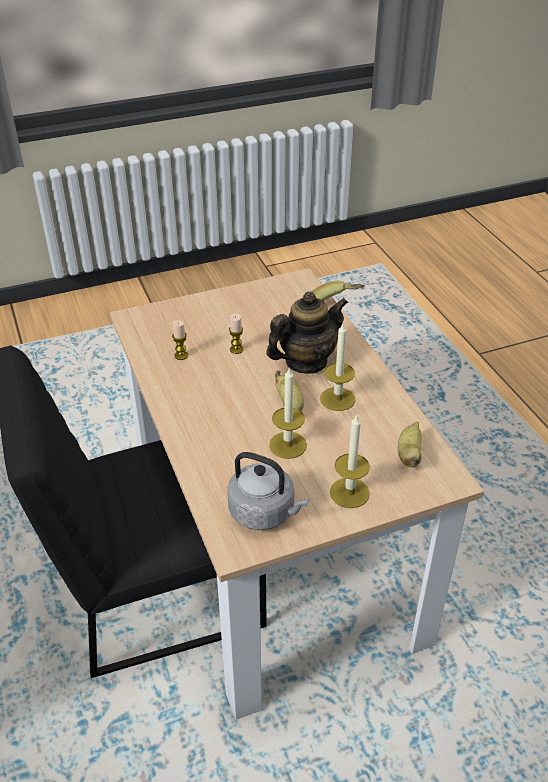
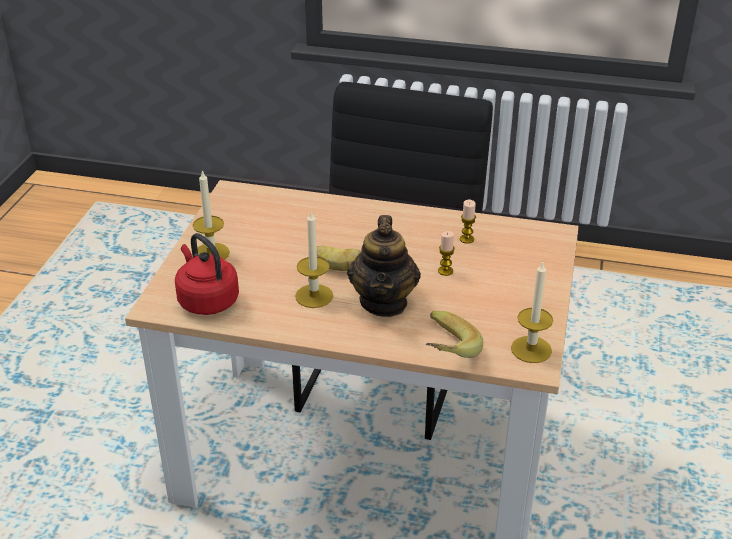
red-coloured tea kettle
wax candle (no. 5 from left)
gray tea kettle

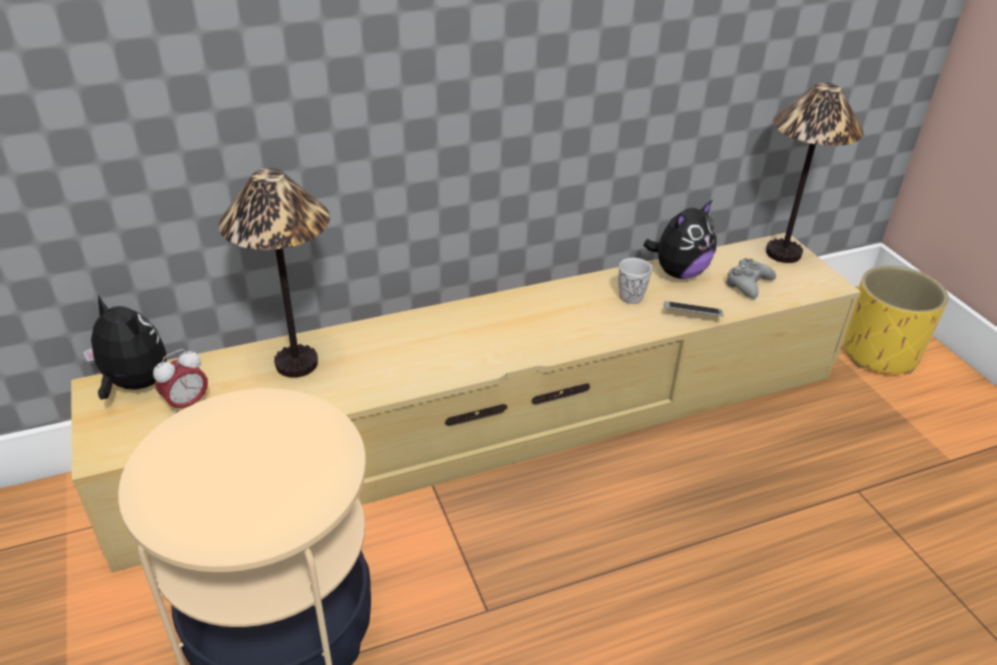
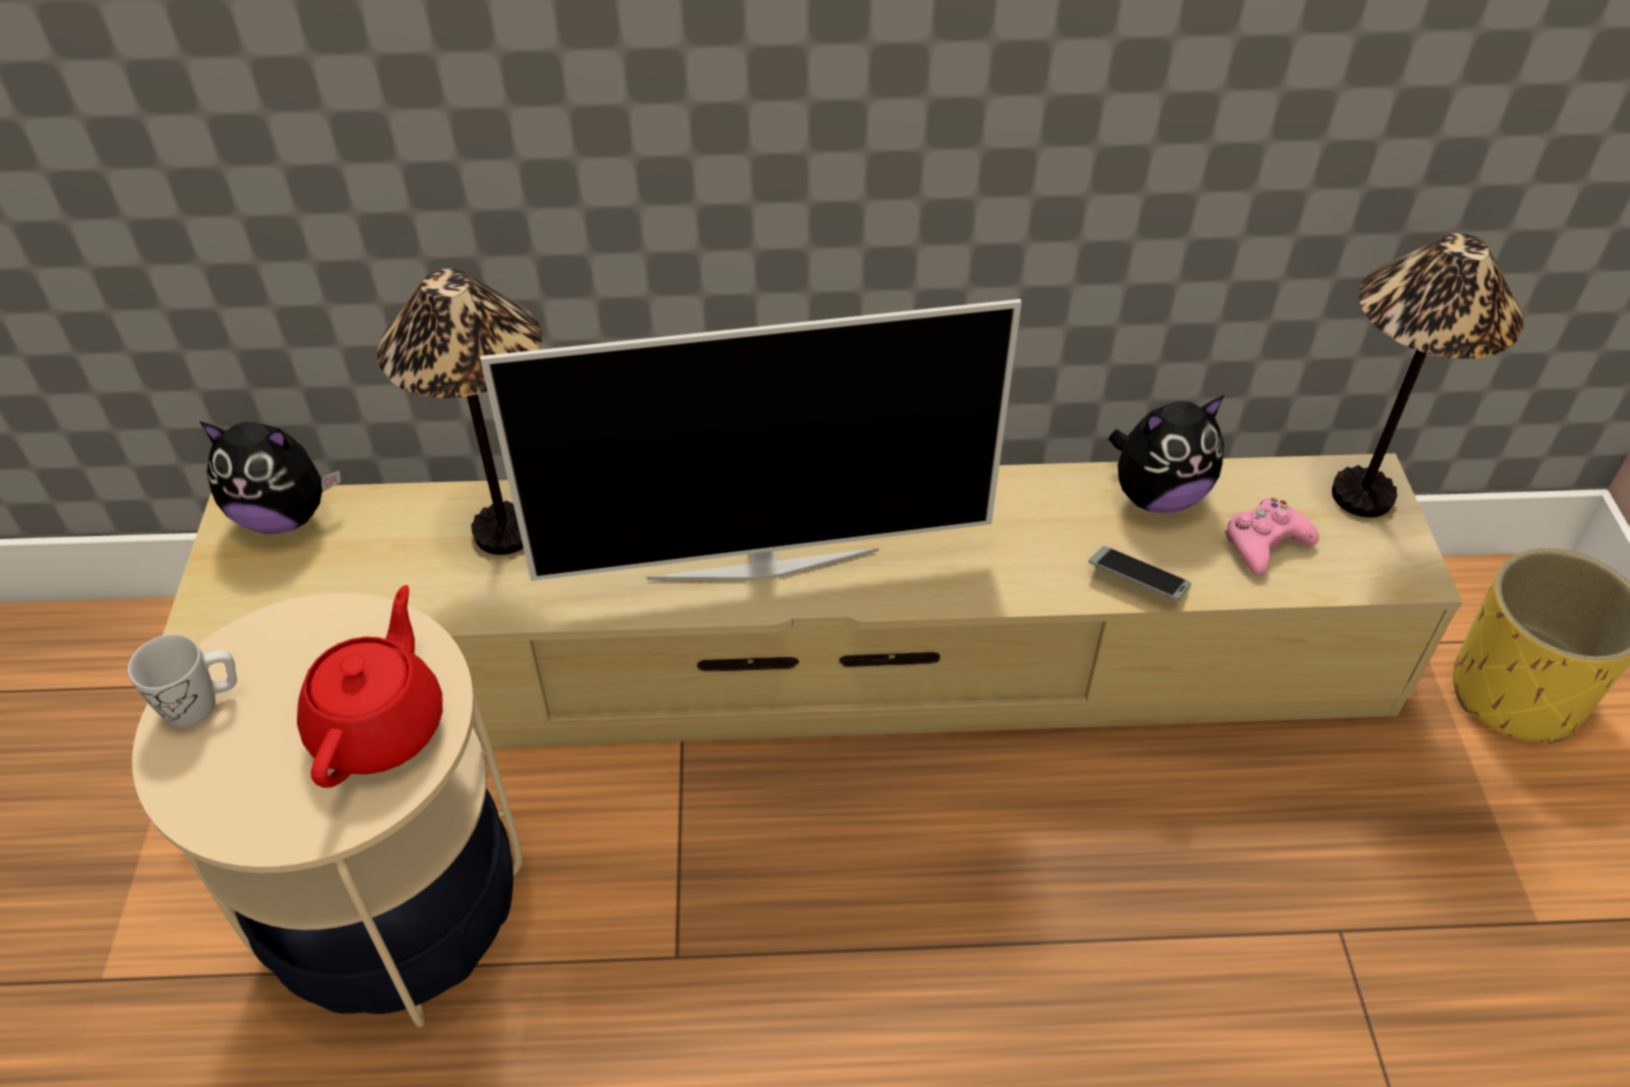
white-coloured coffee mug
soft toy (no. 1 from left)
red-coloured pot for tea
TV set
pink game controller
bedside clock

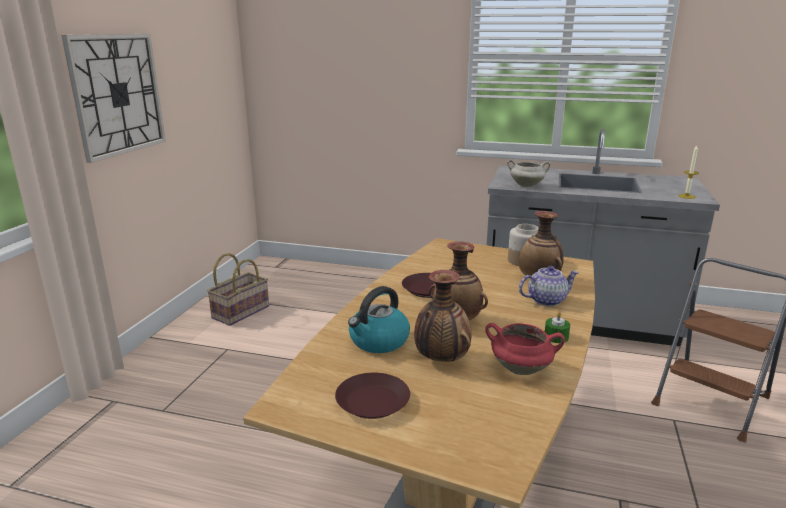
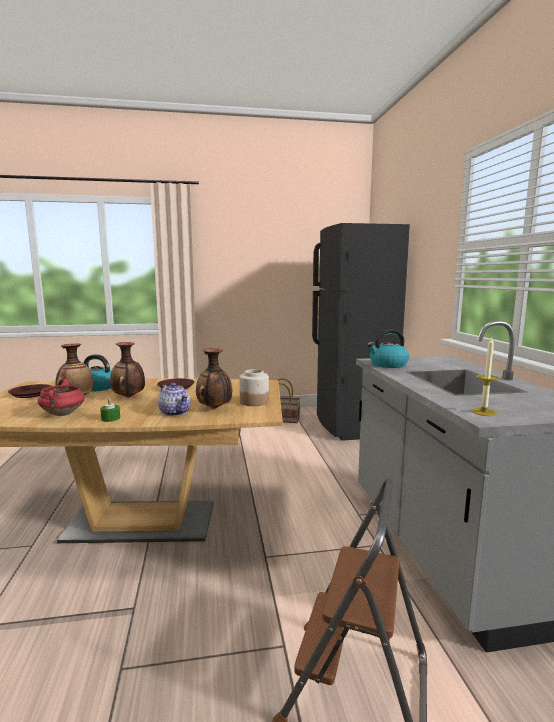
blackish kitchen fridge
tea kettle (no. 2 from left)
hanging clock

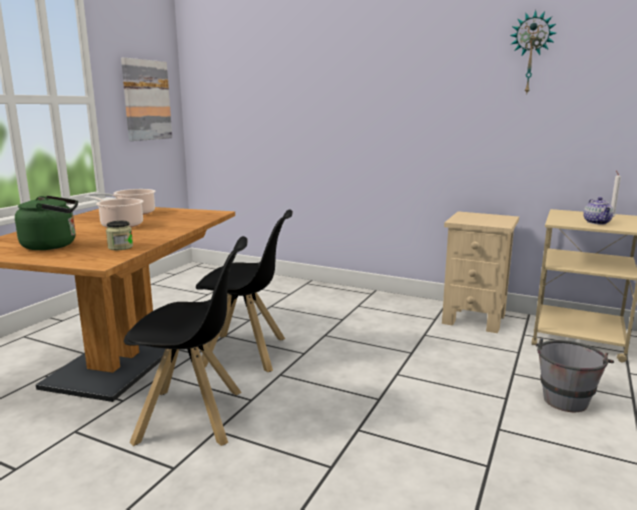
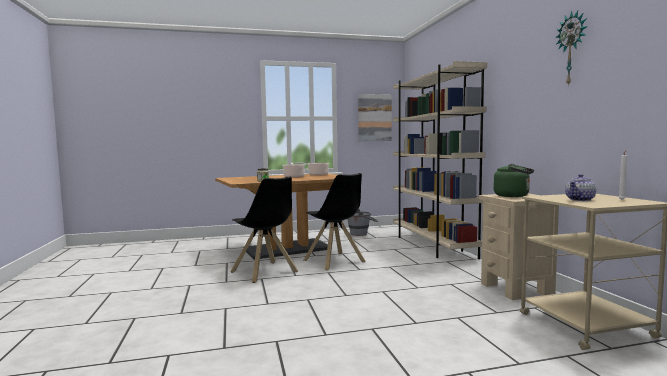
gray water bucket
sand-coloured shelving unit
green tea kettle

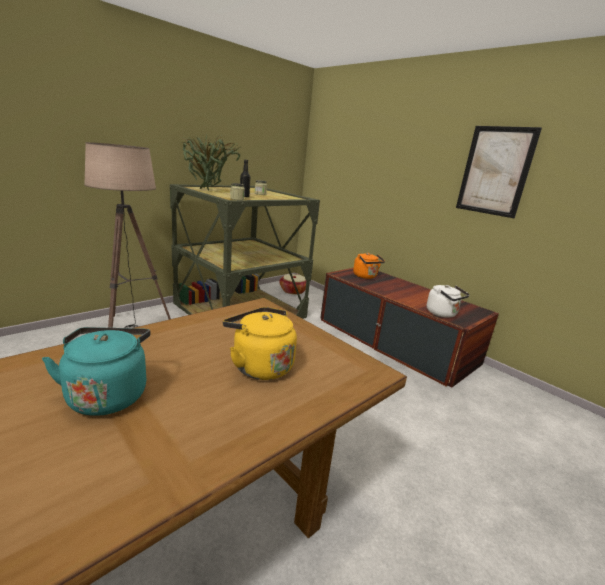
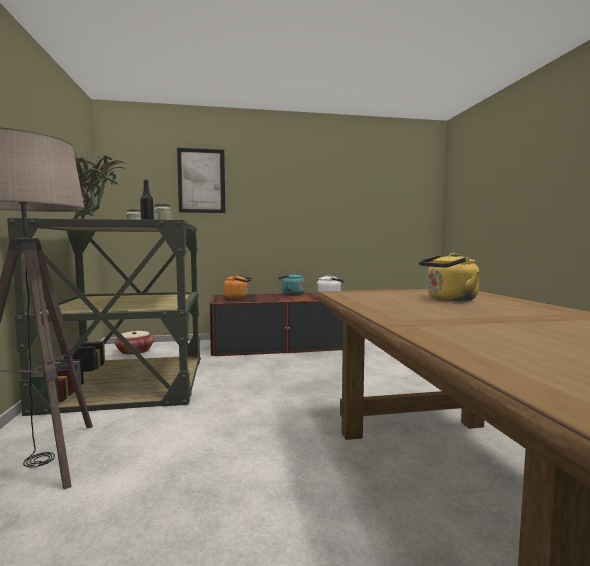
wall picture
blue-green tea kettle

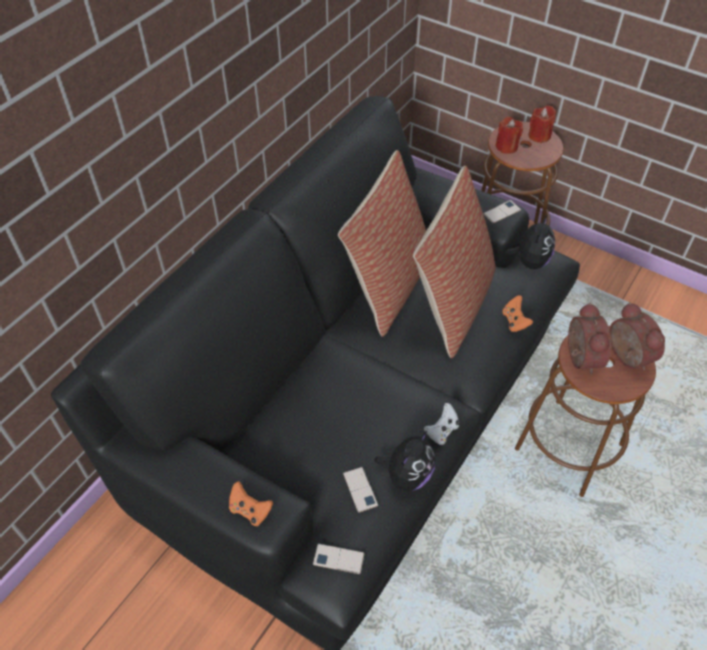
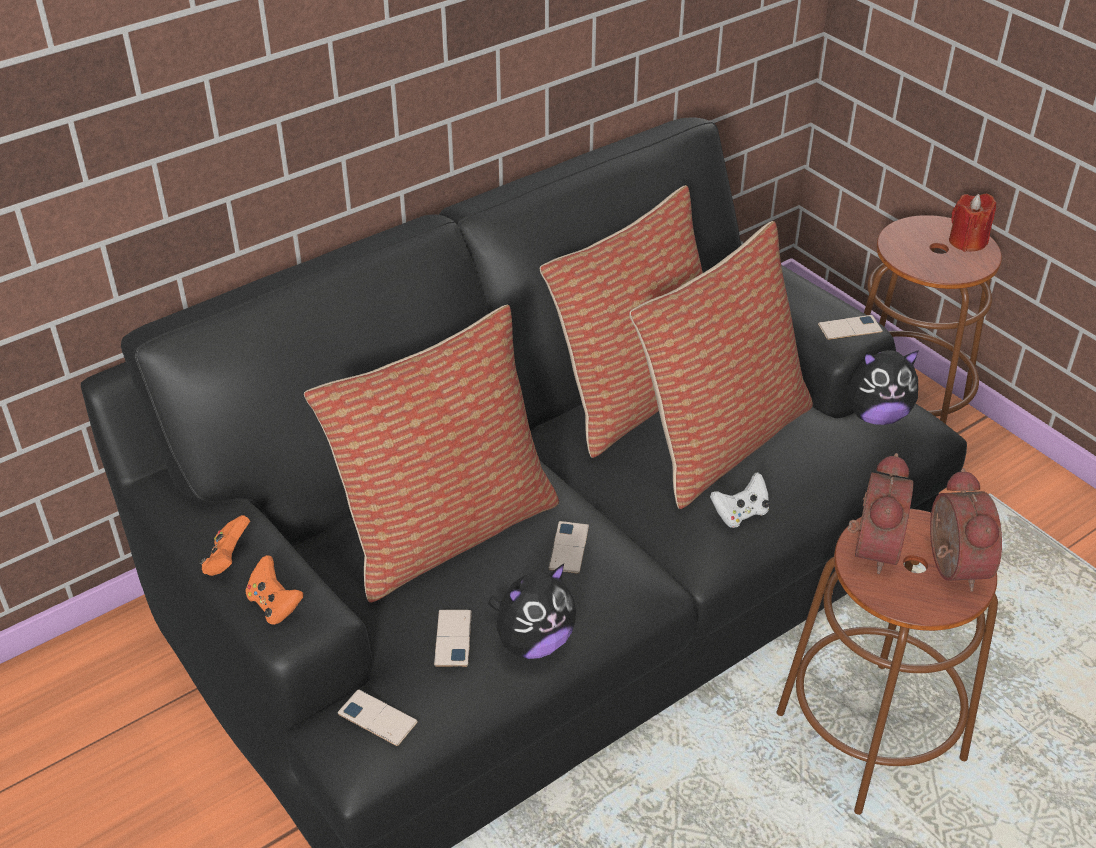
orange game controller (no. 1 from left)
cushion (no. 1 from left)
phone (no. 3 from left)
white-coloured game controller
soft toy (no. 2 from left)
red-coloured wax candle (no. 1 from left in the first image)

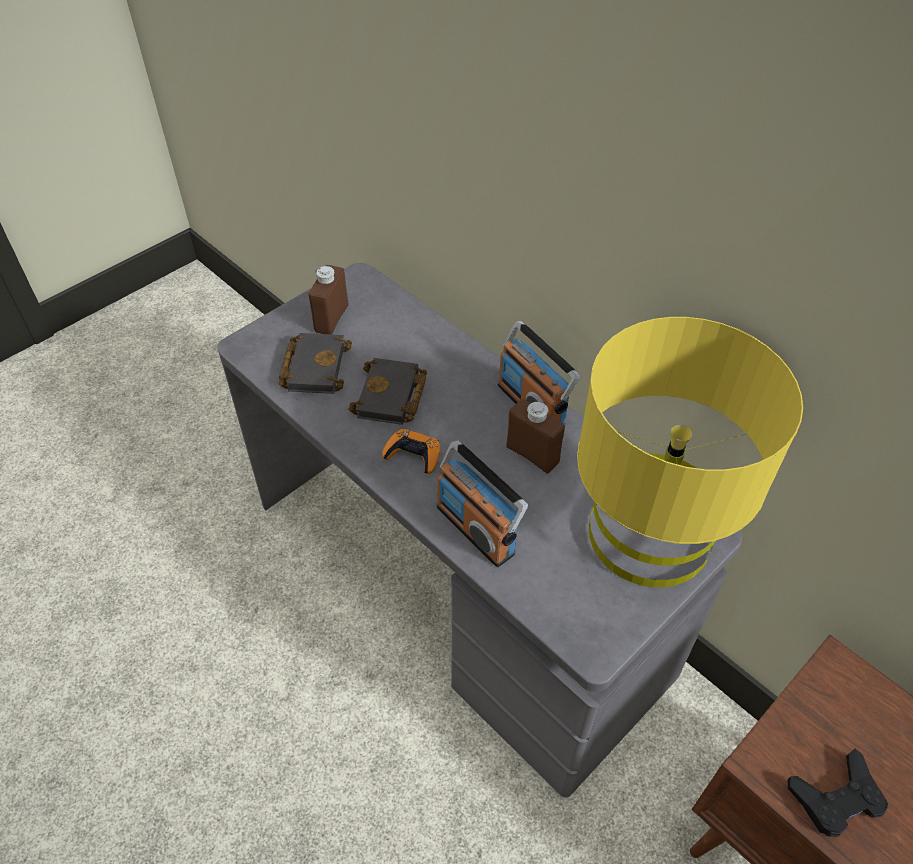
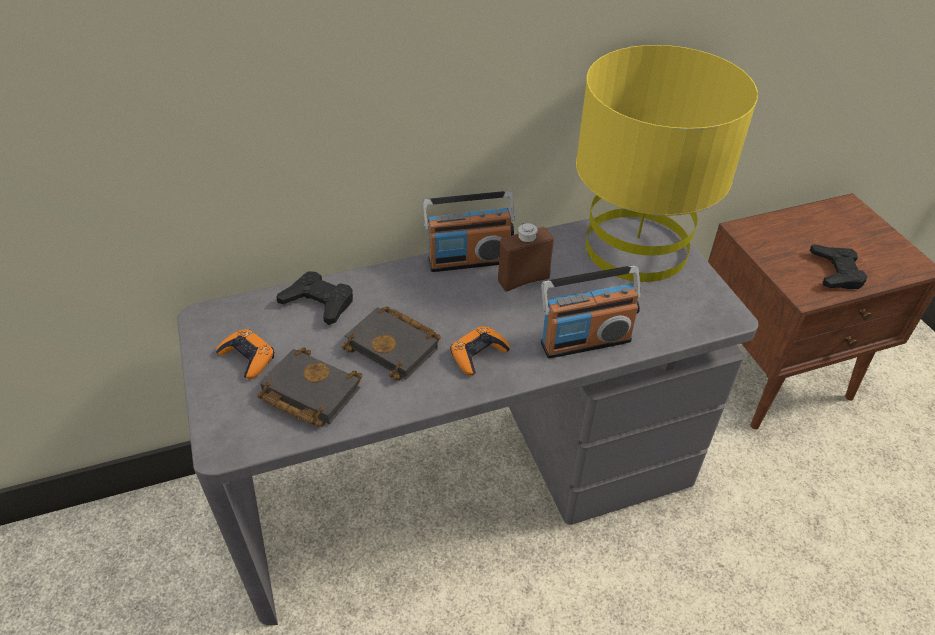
orange game controller (no. 1 from left)
blackish game controller (no. 1 from left)

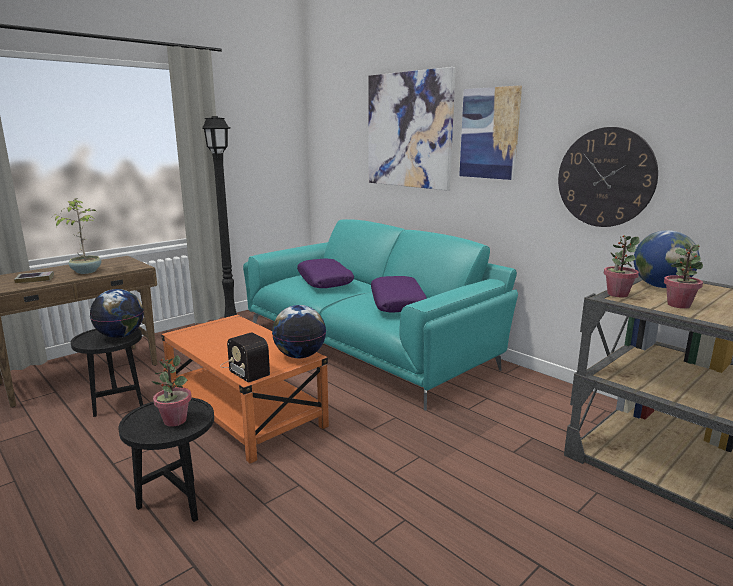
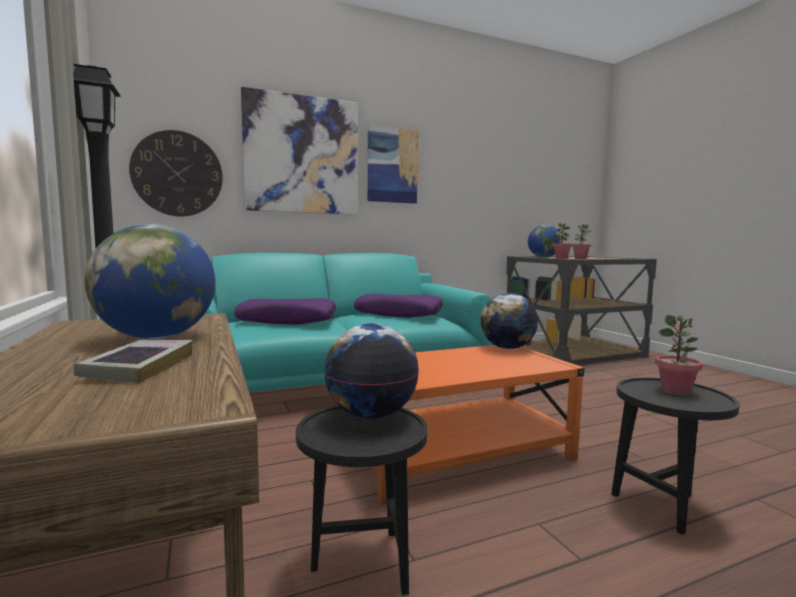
globe (no. 1 from left)
hanging clock
radio receiver

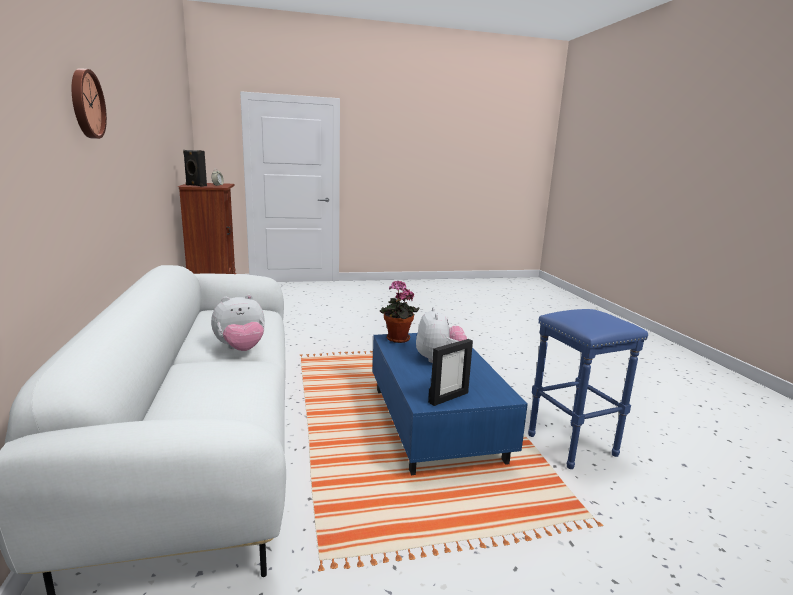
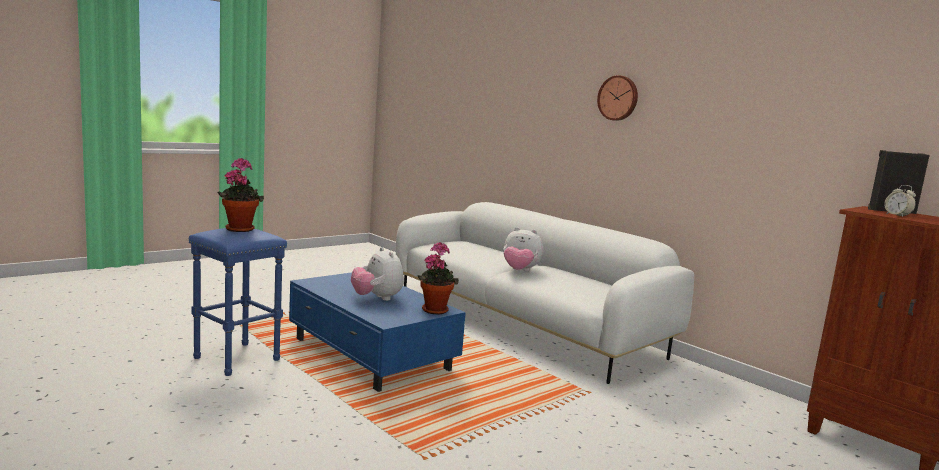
plant in a pot (no. 1 from left)
soft toy (no. 2 from left)
photo frame

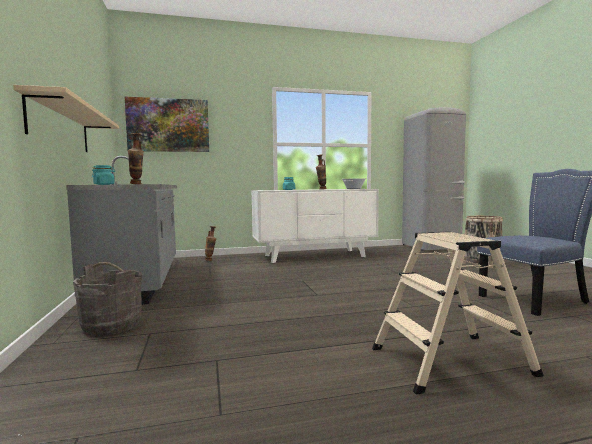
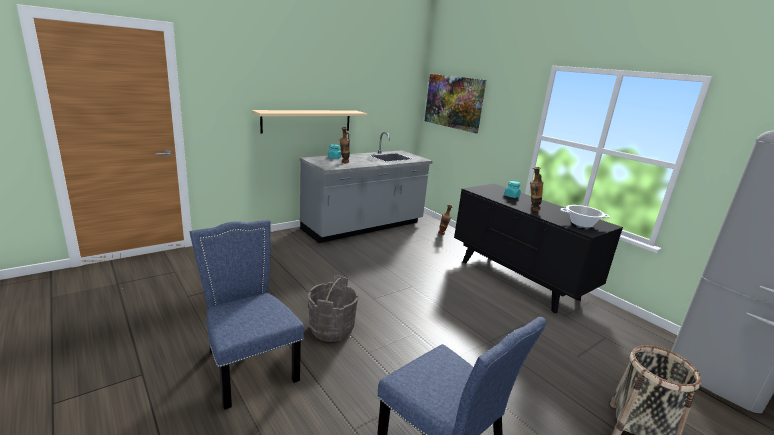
blue chair (no. 1 from left)
gray water bucket
blackish dresser

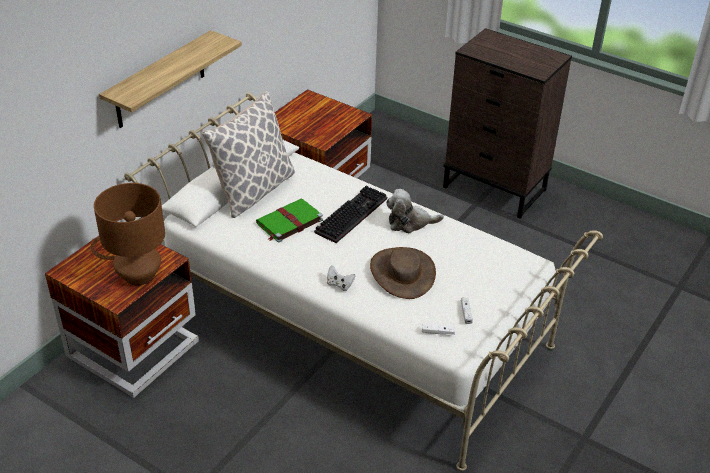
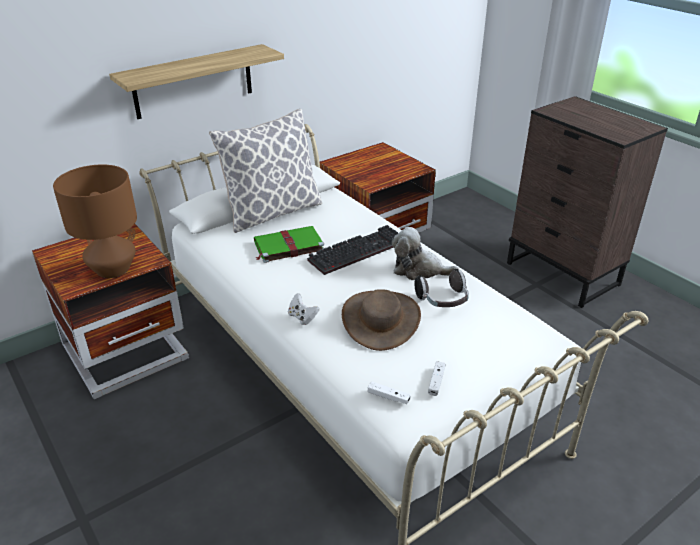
pair of headphones

